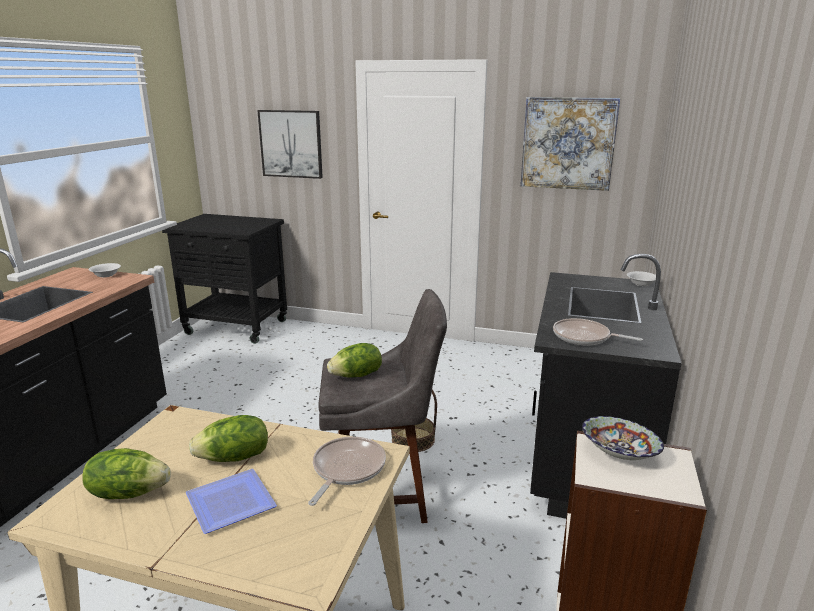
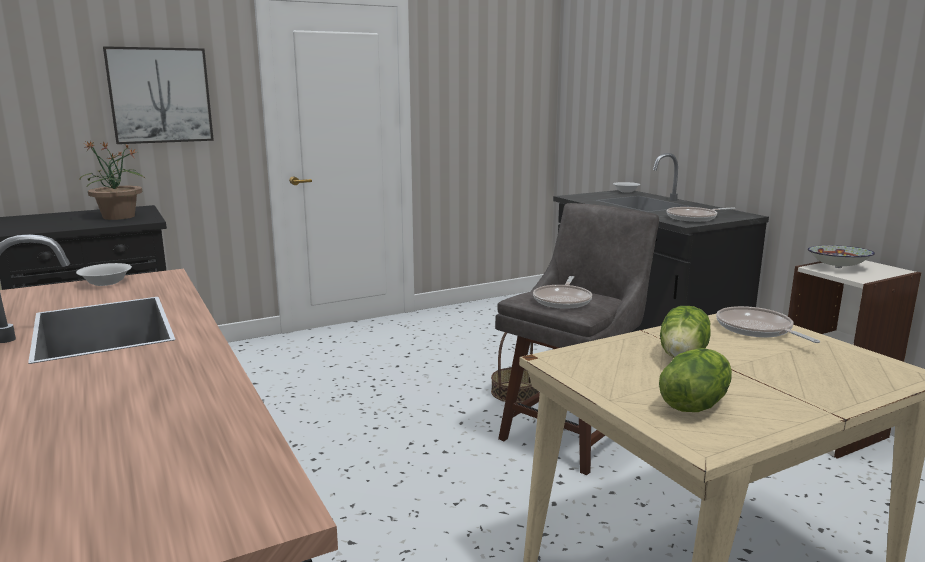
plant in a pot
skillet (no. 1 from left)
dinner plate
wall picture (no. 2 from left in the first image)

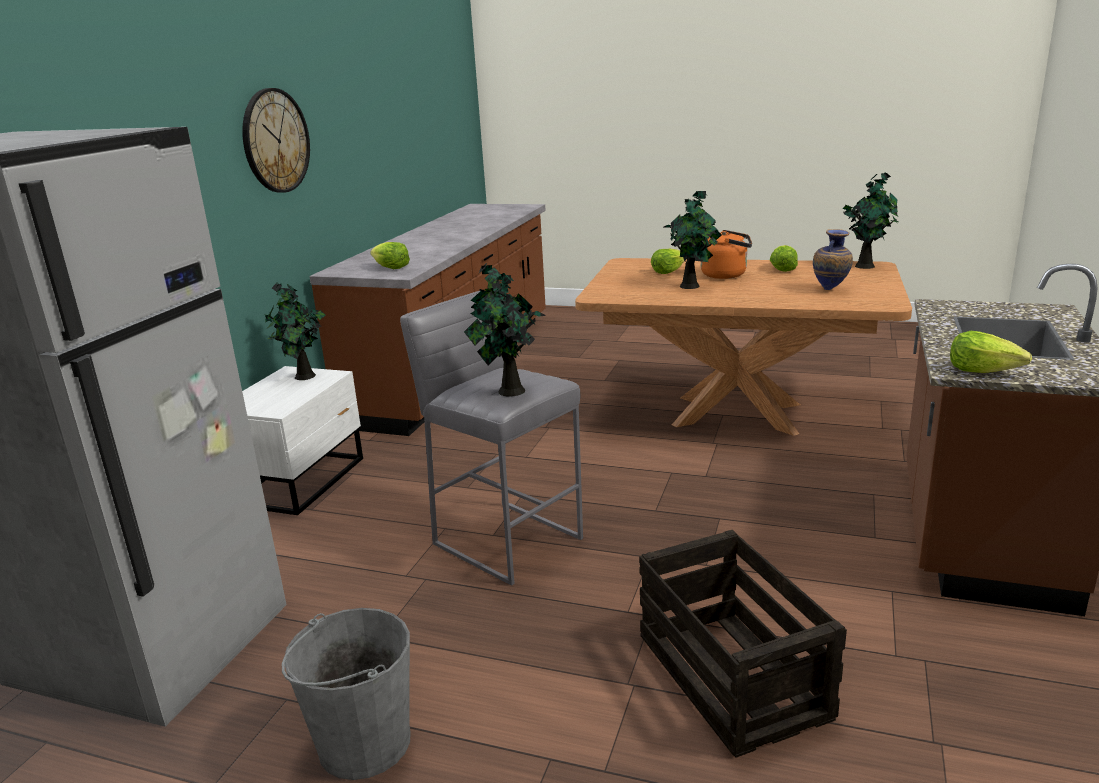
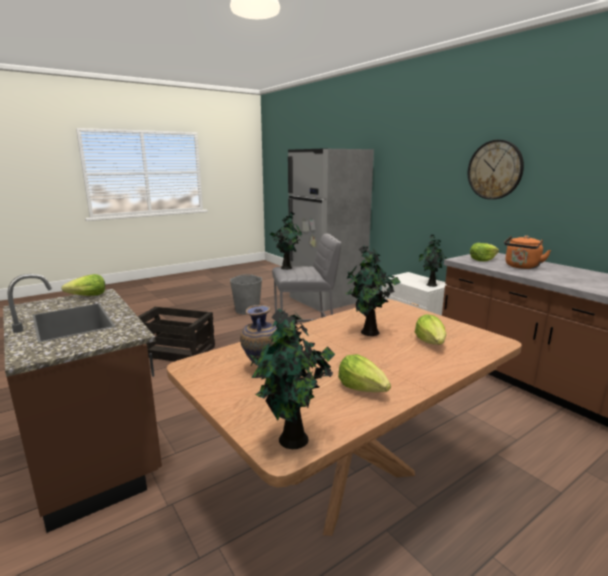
orange tea kettle

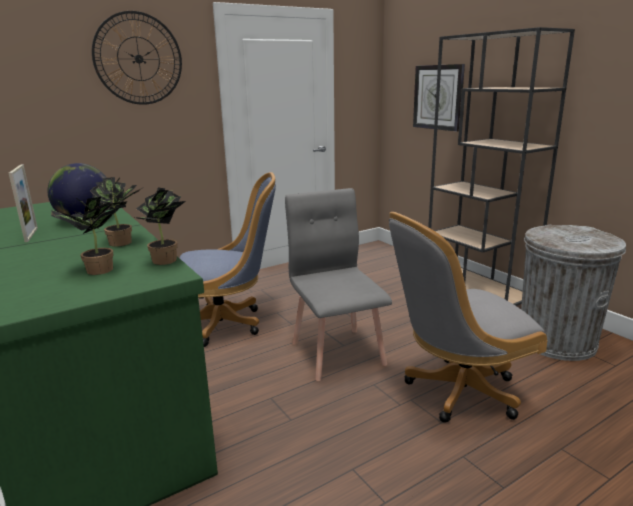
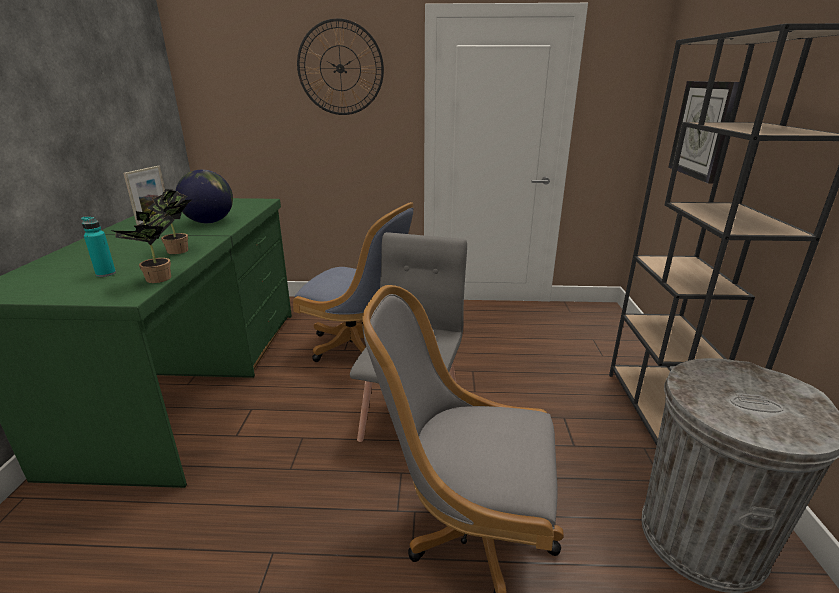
blue-green beverage bottle

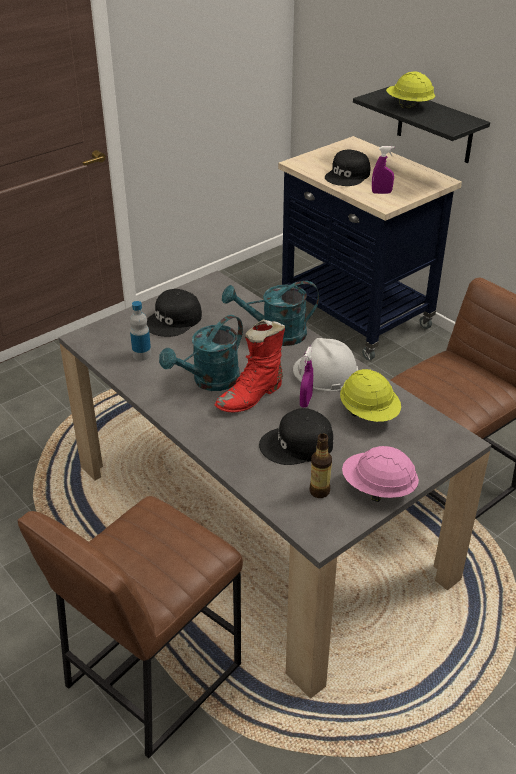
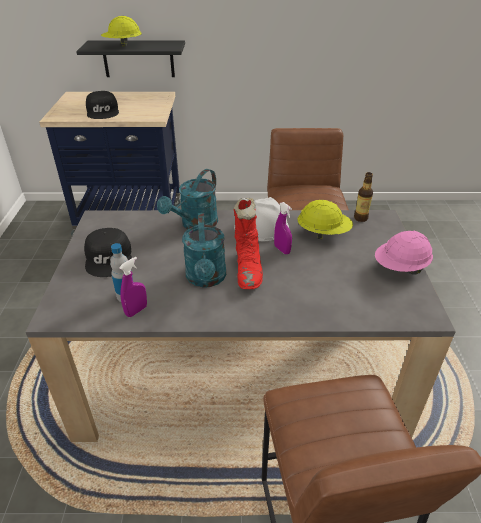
purple-coloured sprayer (no. 1 from left)
beverage bottle (no. 2 from left)
blackish baseball cap (no. 2 from left in the first image)

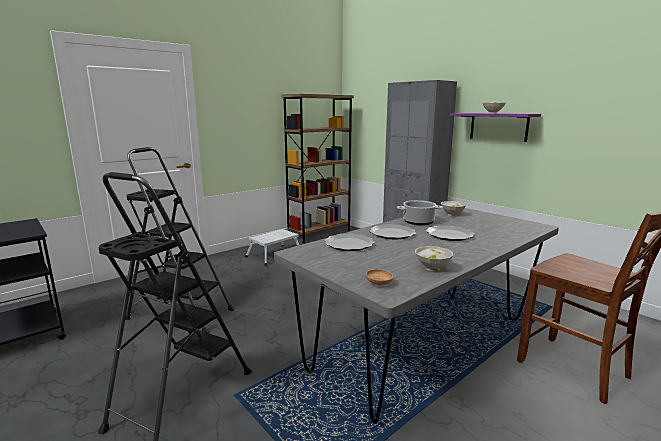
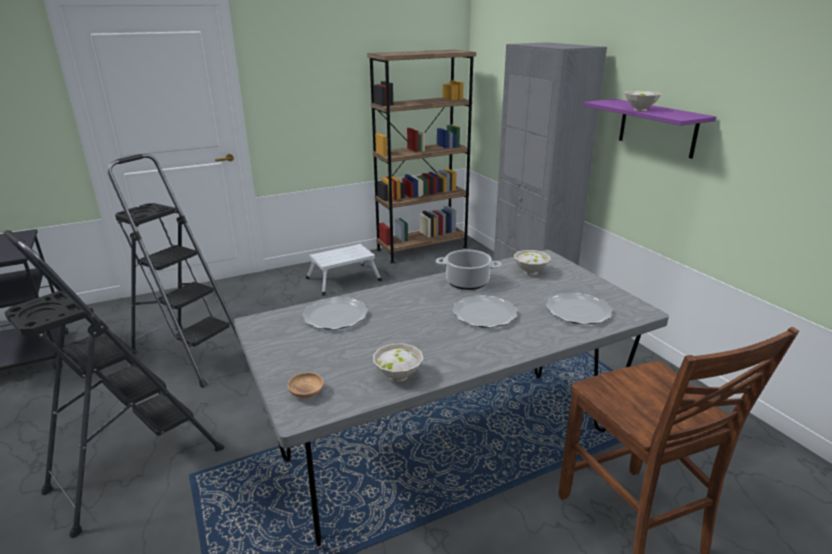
dinner plate (no. 3 from left)

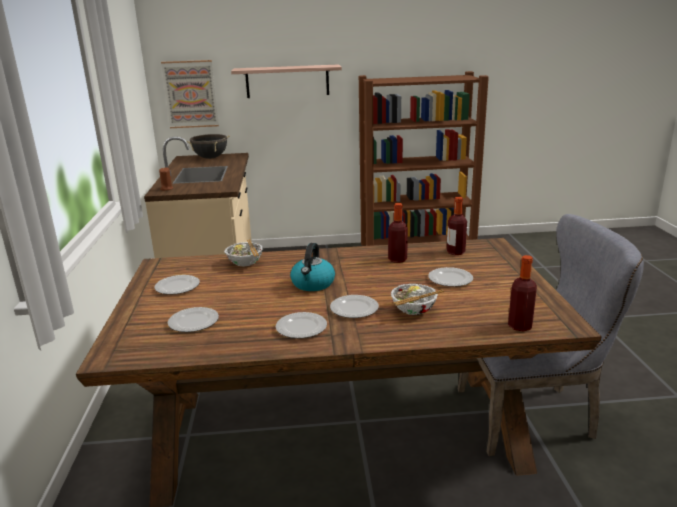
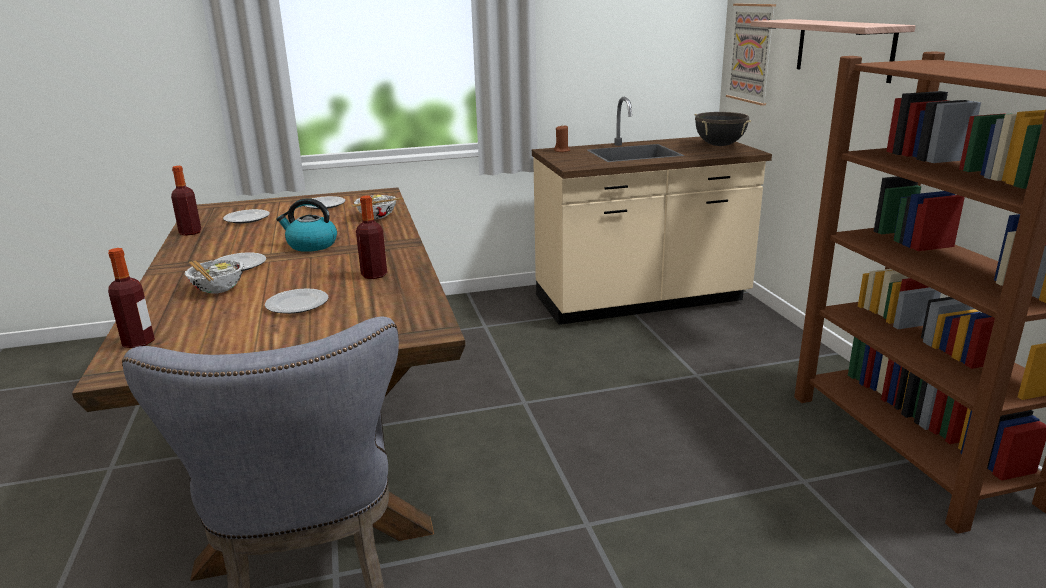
beverage bottle (no. 2 from left)
dinner plate (no. 3 from left in the first image)

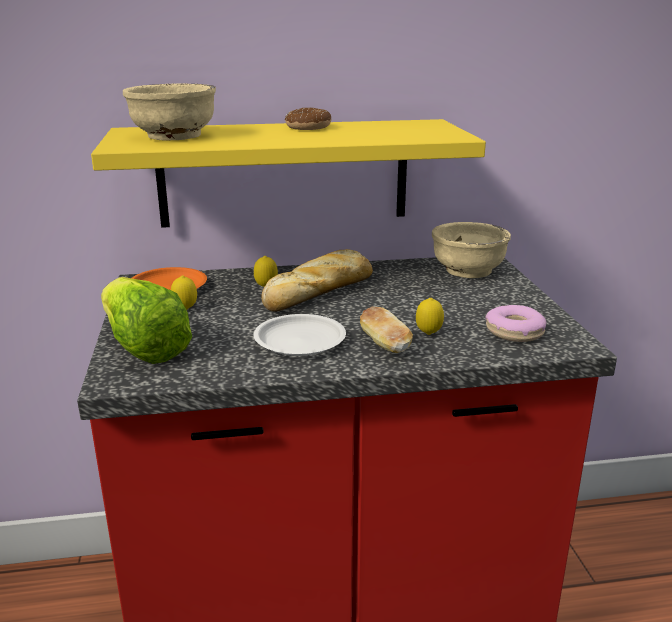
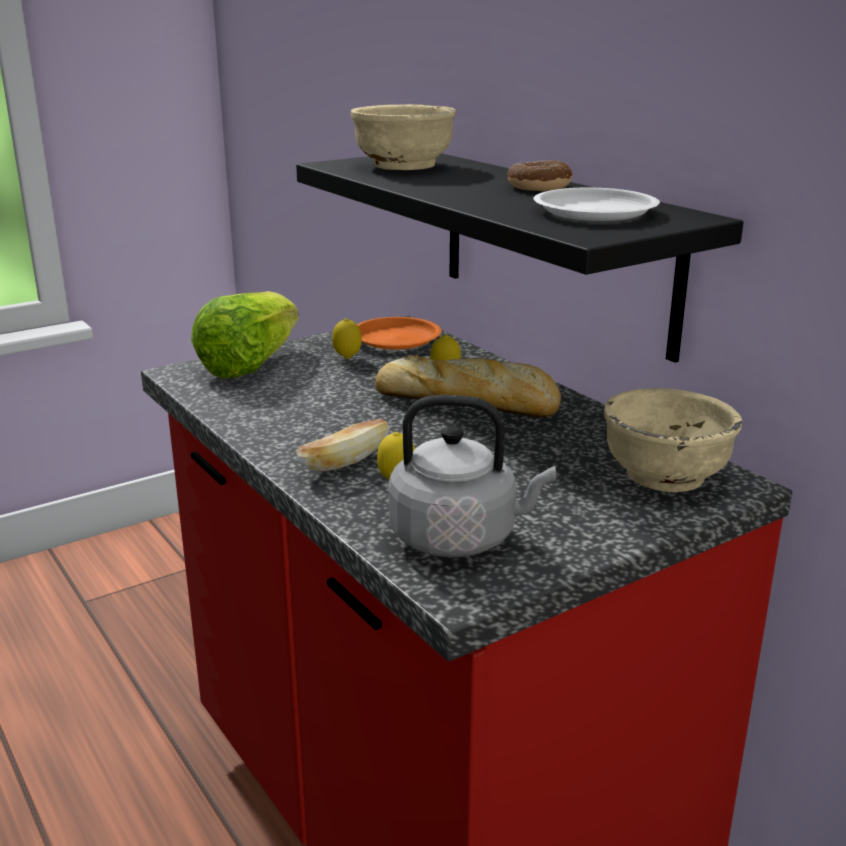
blackish bracket shelf
gray tea kettle
white-coloured dinner plate

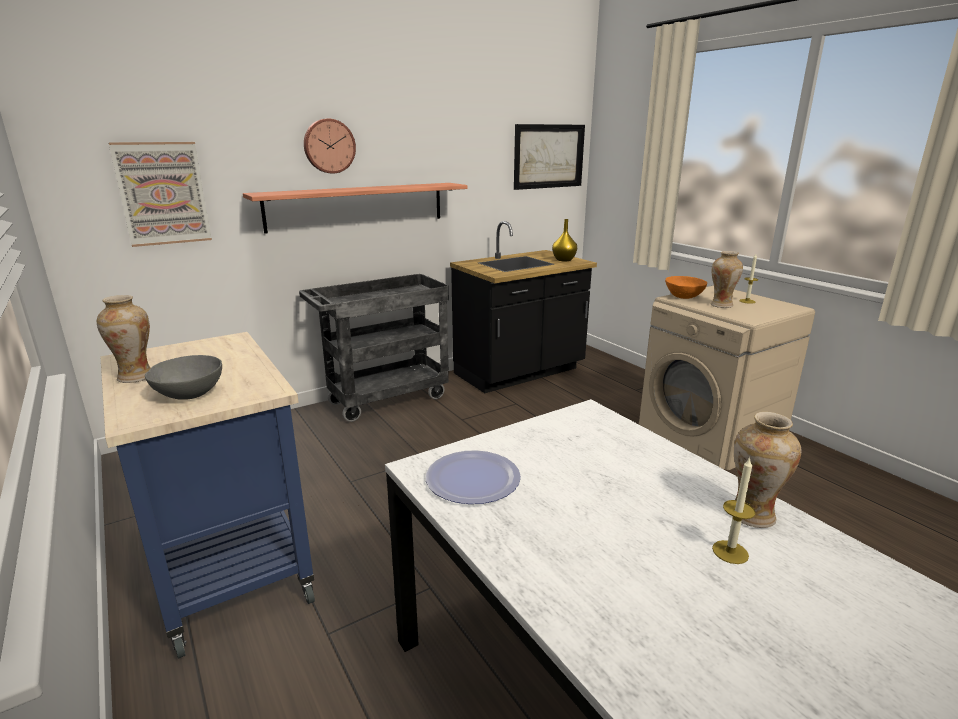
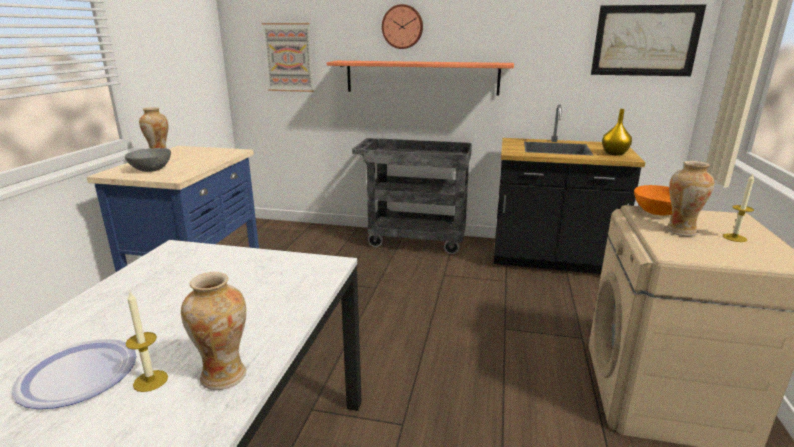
dinner plate

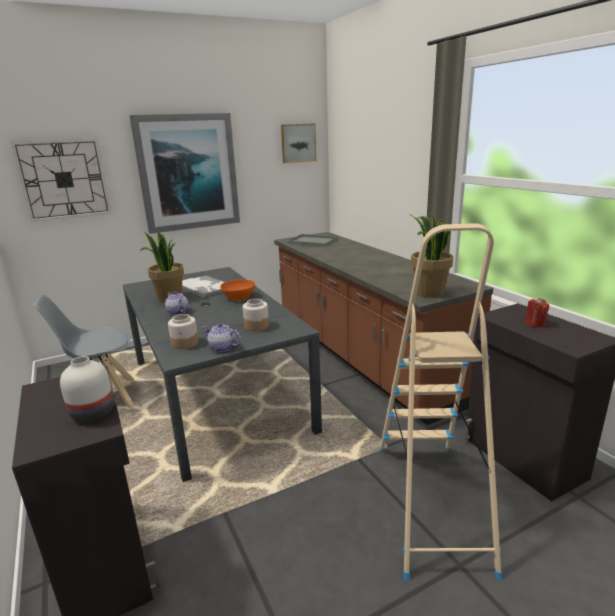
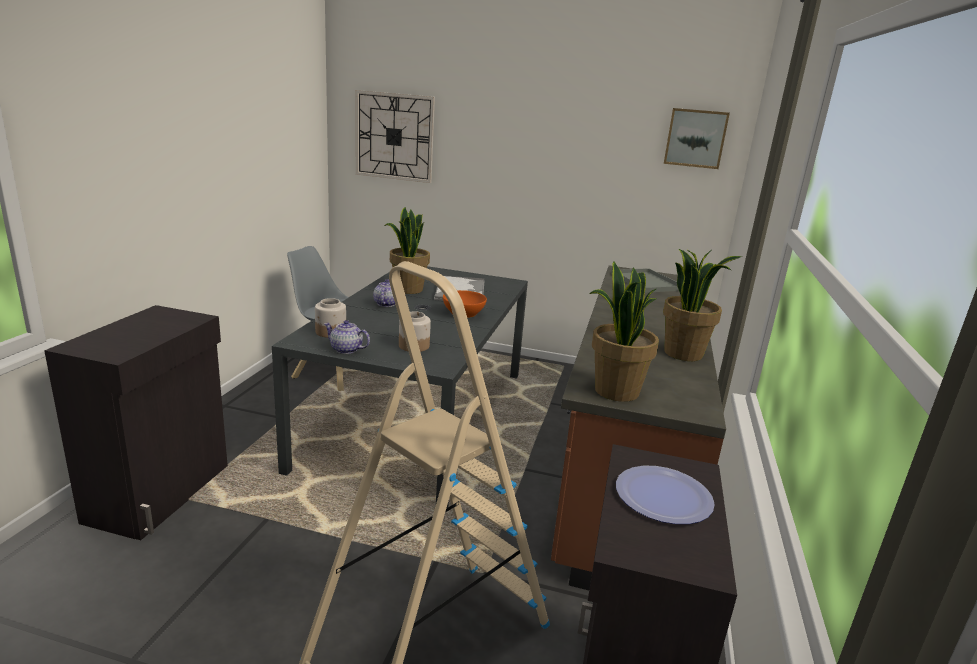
pot for tea (no. 1 from left)
dinner plate
plant in a pot (no. 3 from left)
white-coloured decorative vase
wall picture (no. 1 from left in the first image)

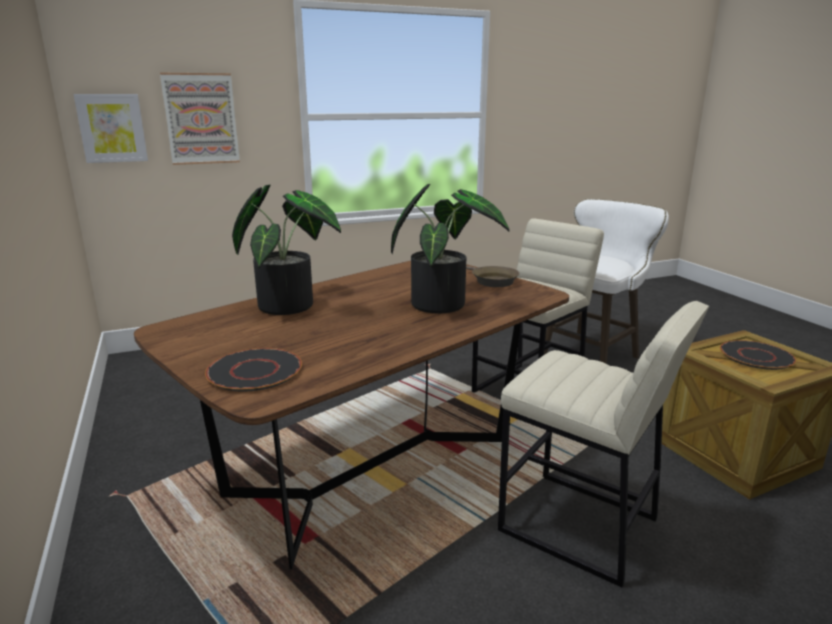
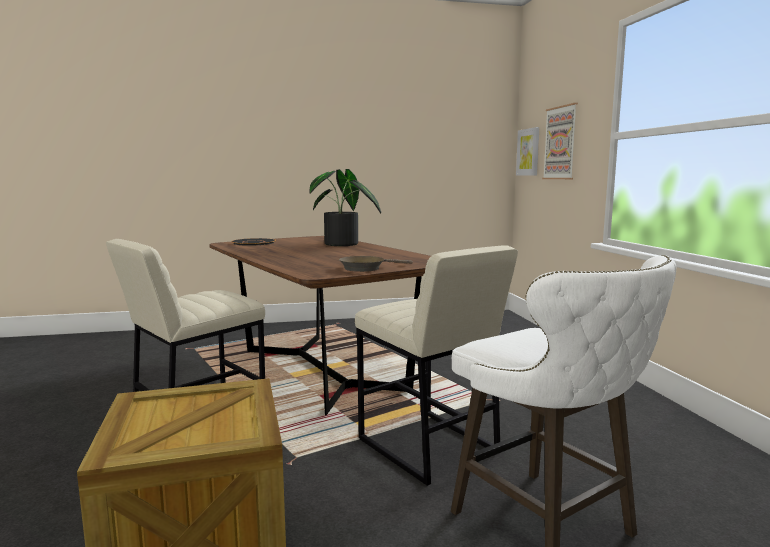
plant in a pot (no. 2 from left in the first image)
blackish dinner plate (no. 2 from left in the first image)

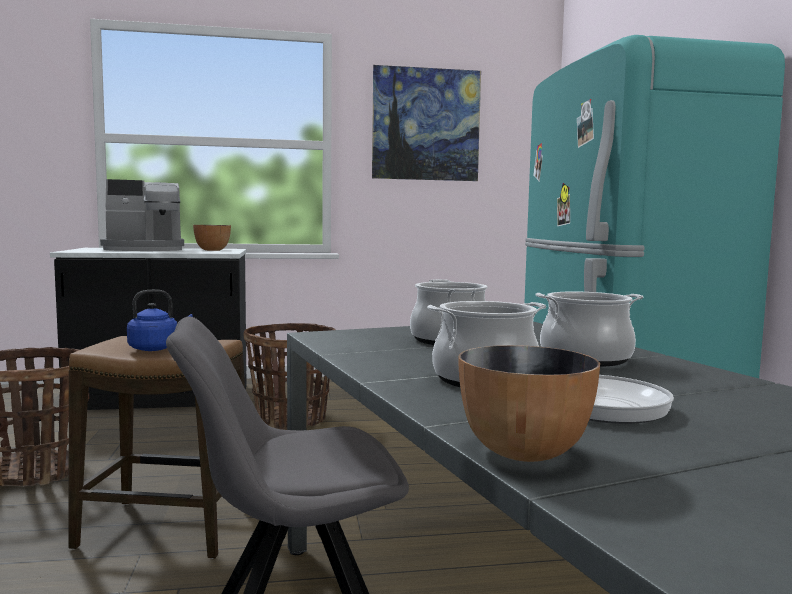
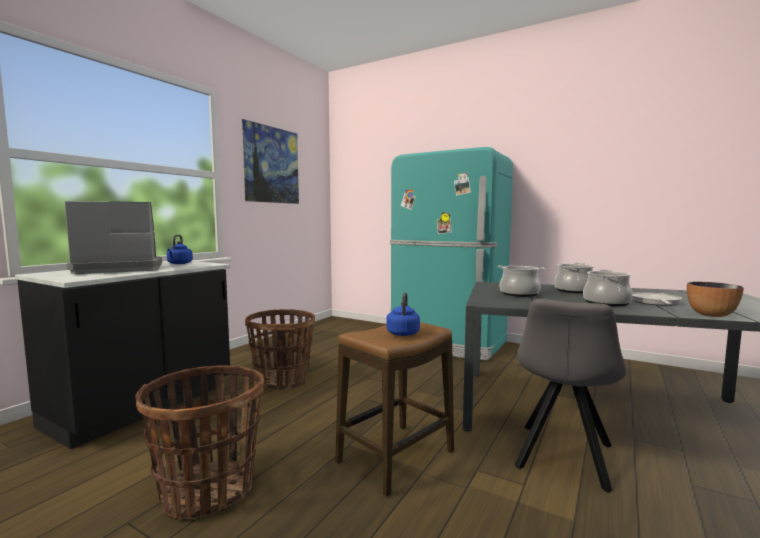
coffee maker
blue tea kettle (no. 1 from left)

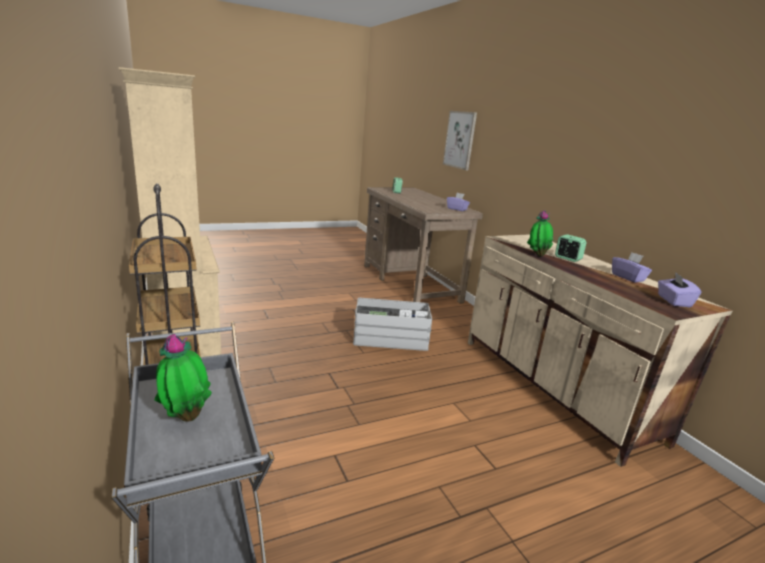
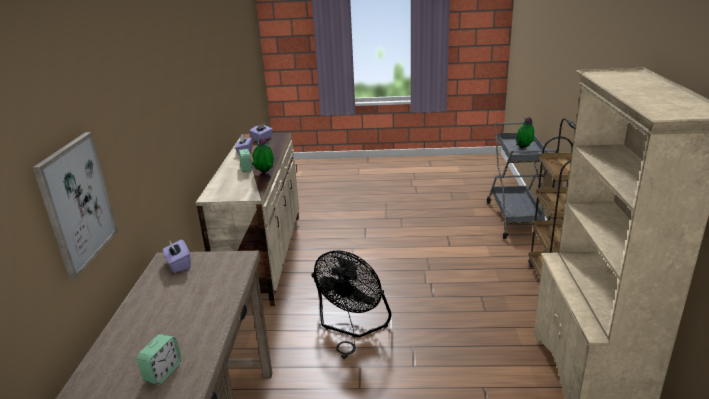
blackish cooling fan

